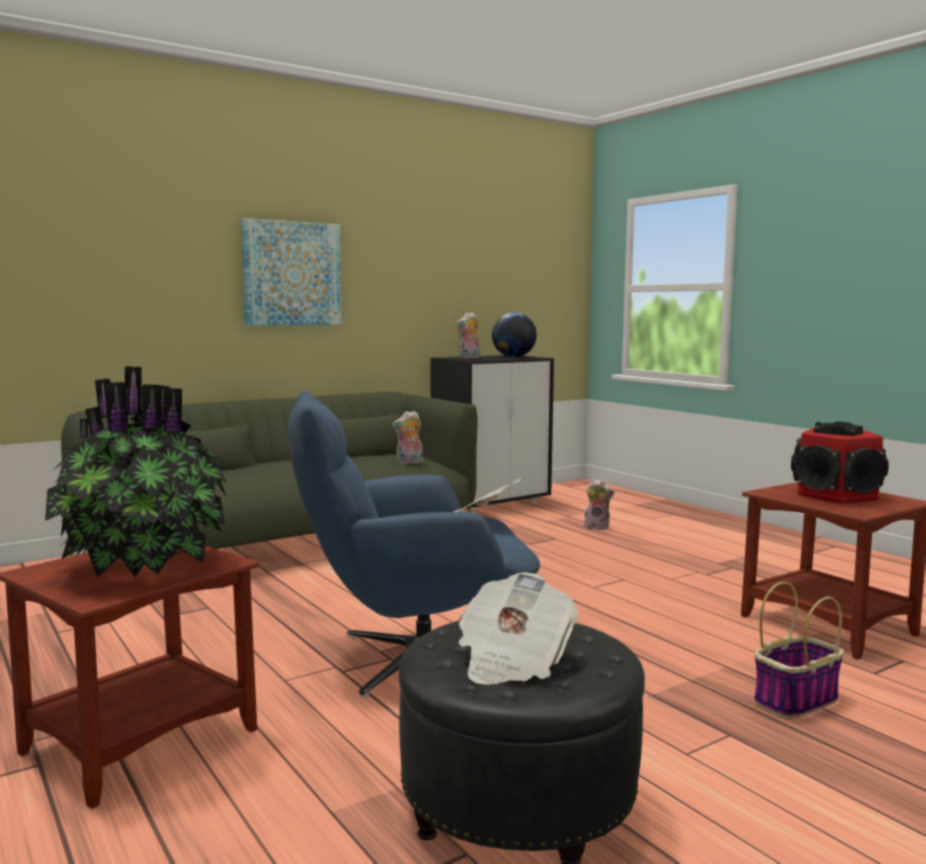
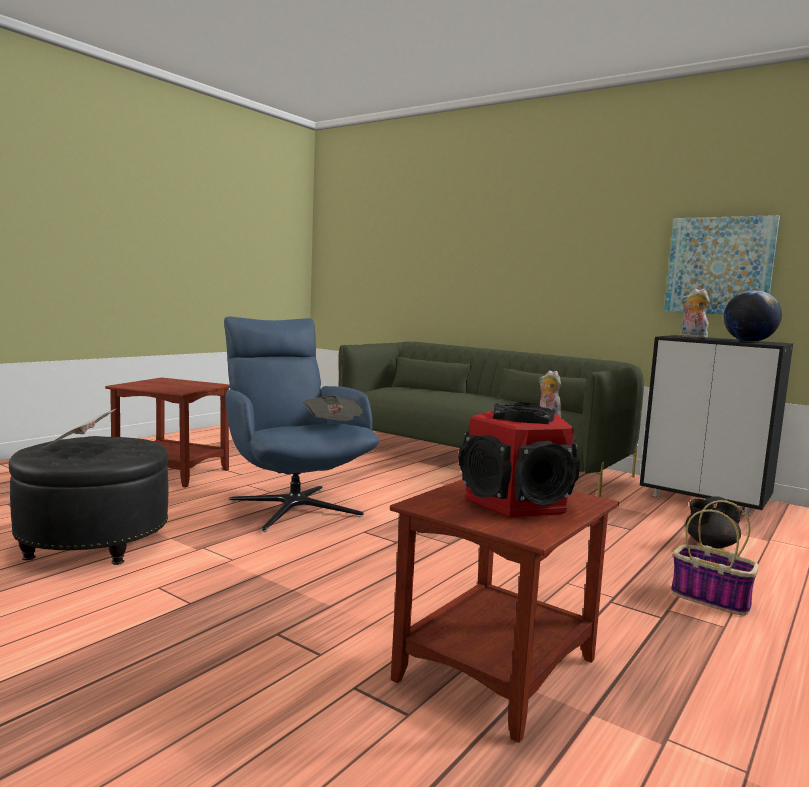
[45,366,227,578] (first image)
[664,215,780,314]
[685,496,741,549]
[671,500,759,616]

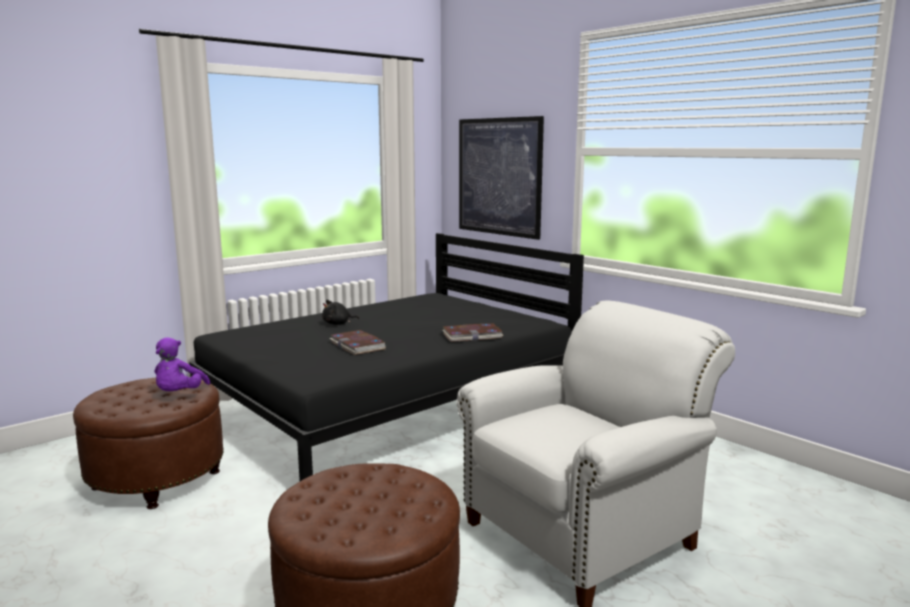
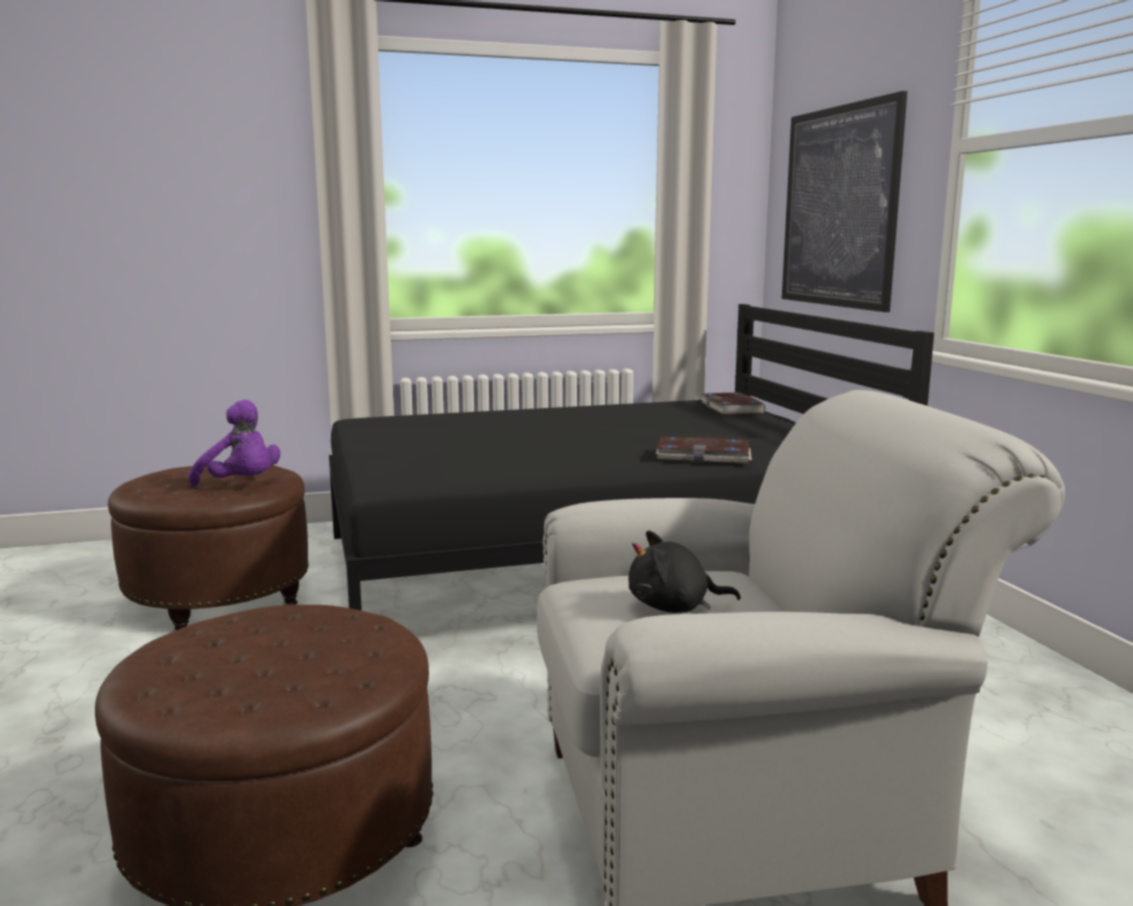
[188,400,280,486]
[628,530,741,613]
[701,392,765,414]

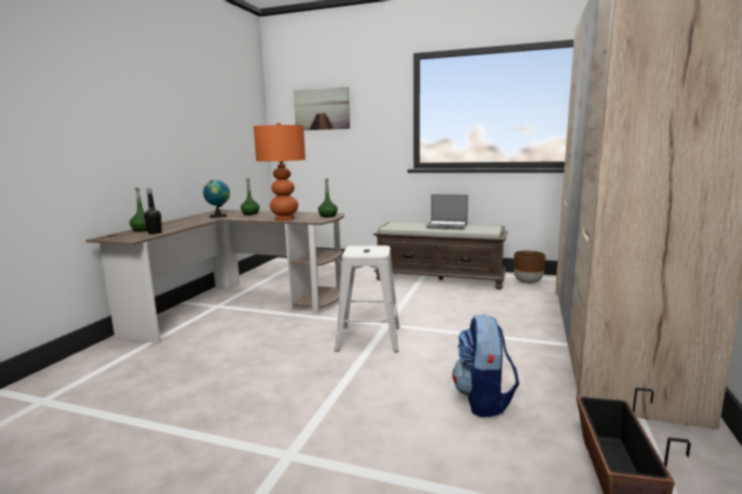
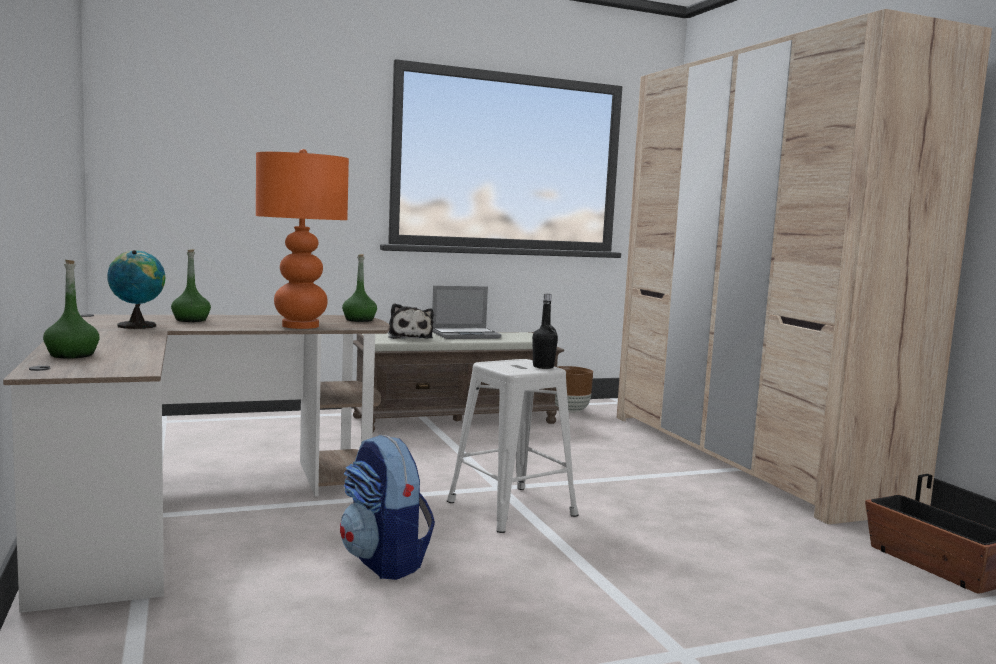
[532,294,558,369]
[293,87,350,130] (first image)
[340,435,435,580]
[388,303,434,339]

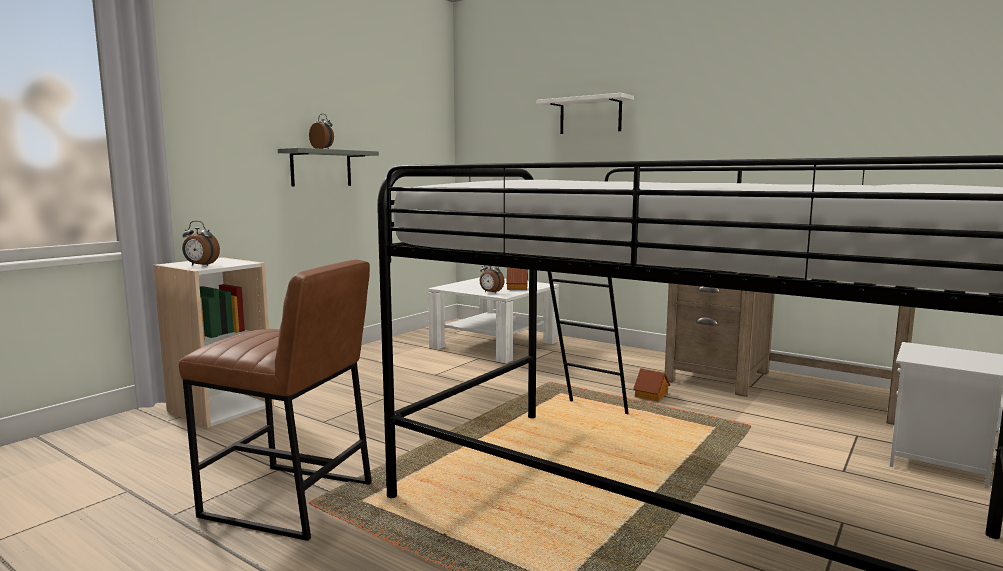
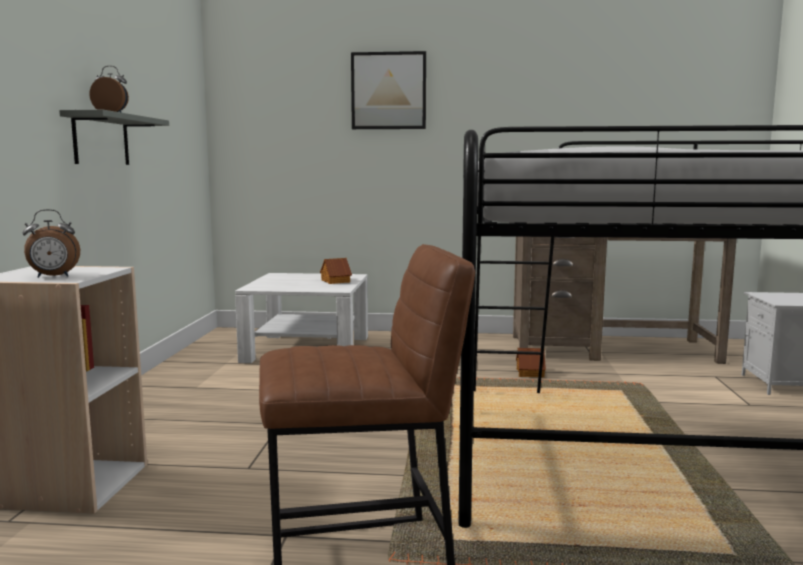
[480,266,505,293] (first image)
[351,51,426,129]

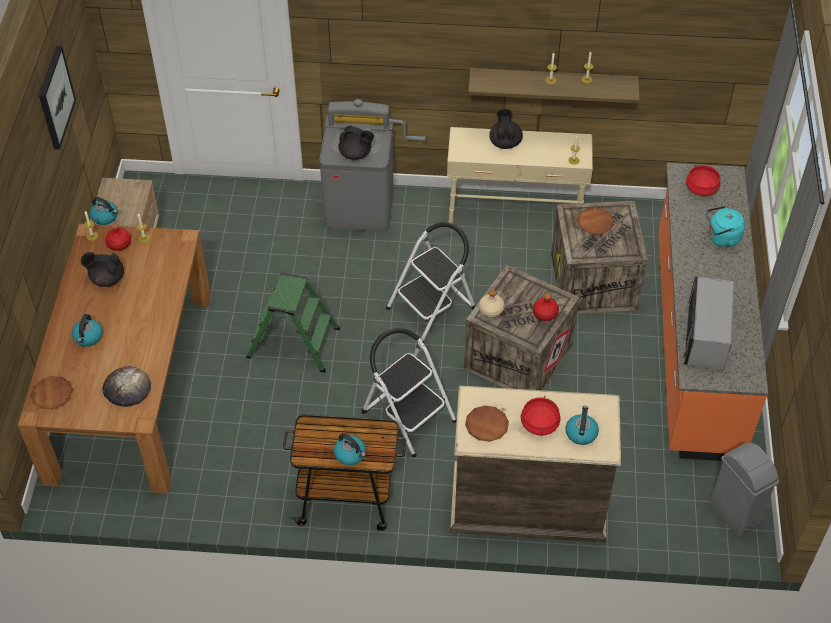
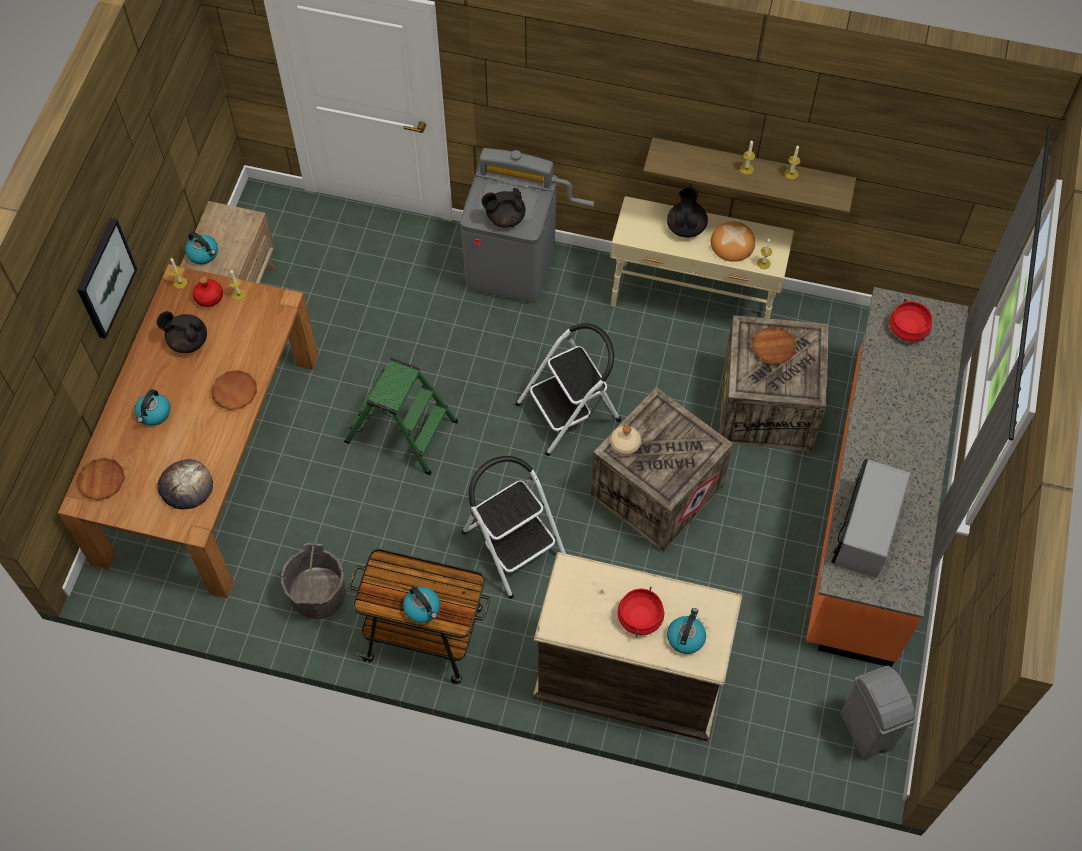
[77,218,137,339]
[481,188,526,228]
[211,370,257,410]
[533,293,559,321] (first image)
[706,206,745,247] (first image)
[281,543,346,619]
[711,221,755,262]

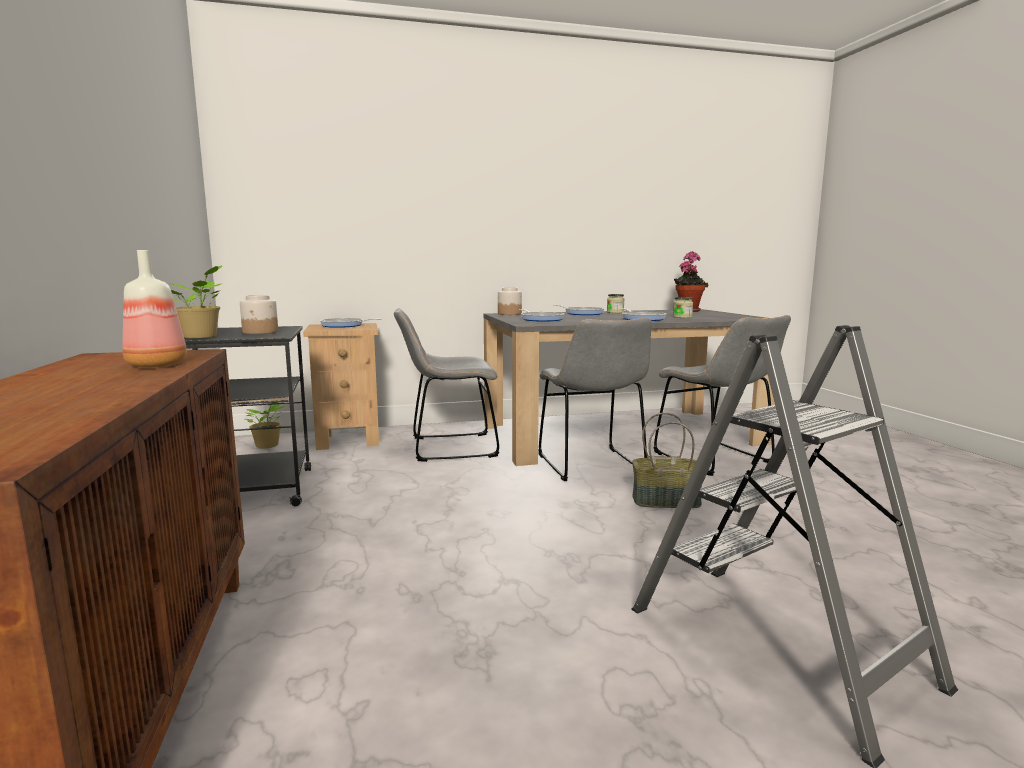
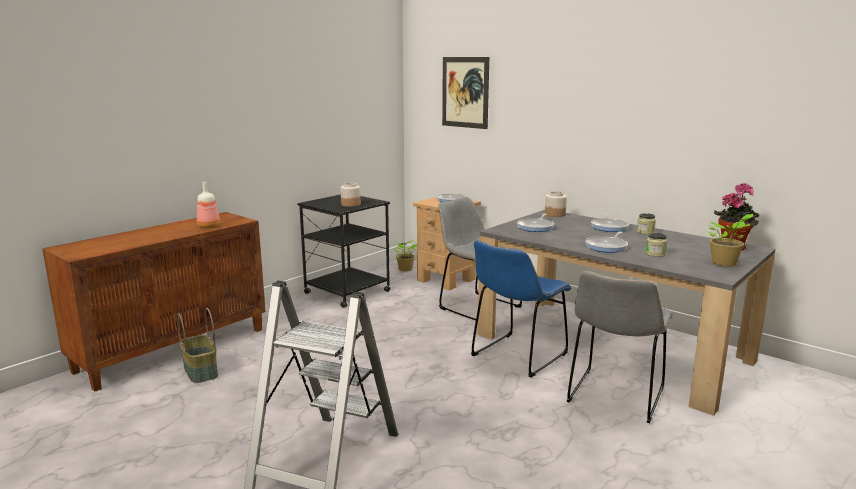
[708,214,753,267]
[471,240,571,377]
[177,308,218,383]
[442,57,489,129]

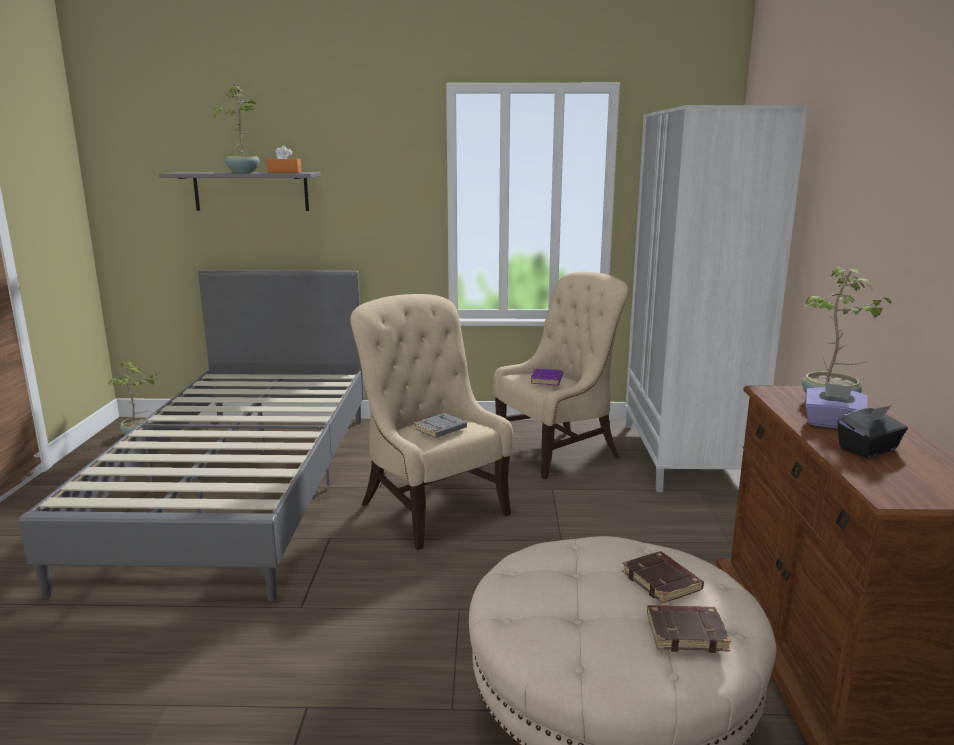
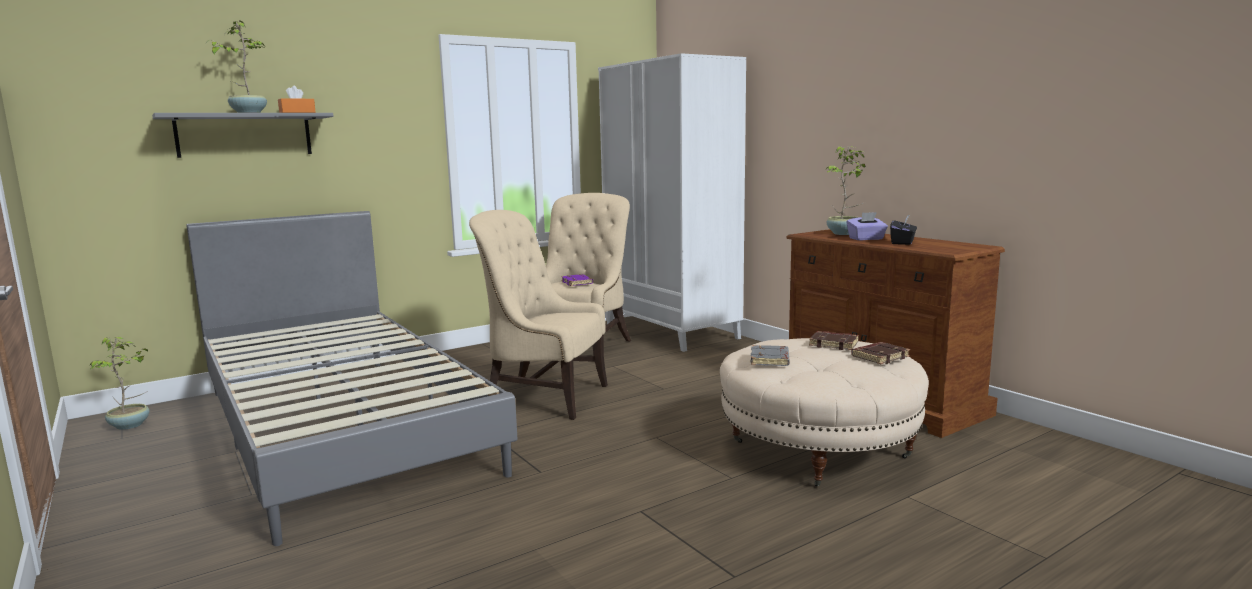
[750,345,789,366]

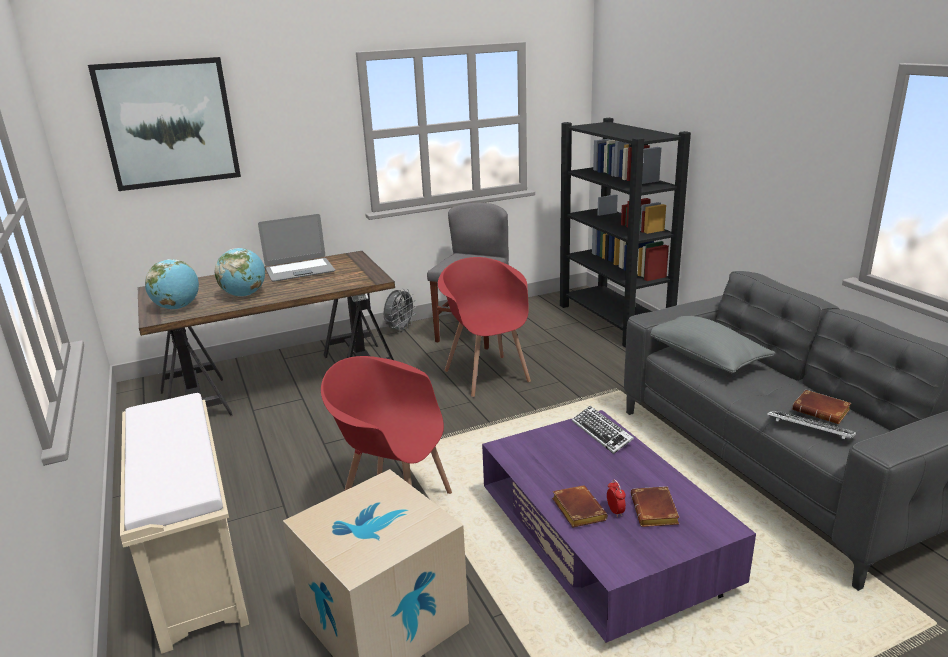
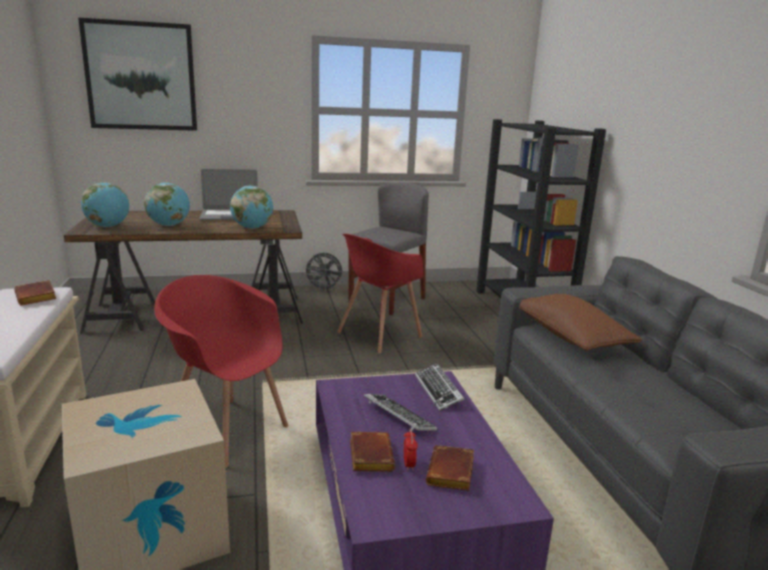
[303,253,343,292]
[337,234,424,354]
[519,294,642,351]
[364,394,437,430]
[14,280,56,306]
[230,185,273,229]

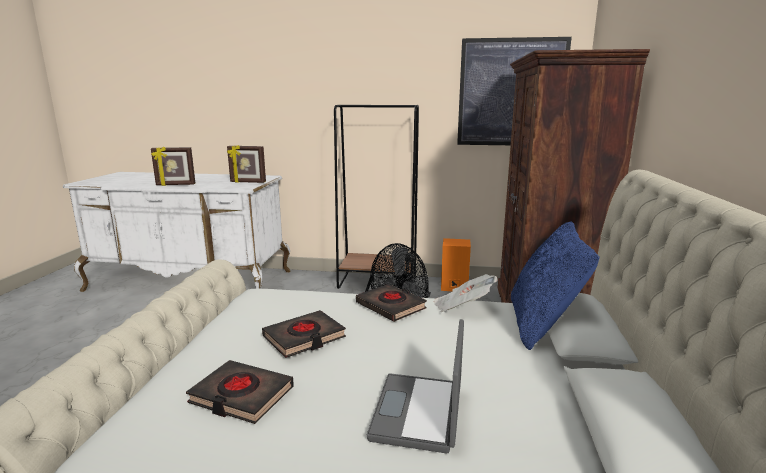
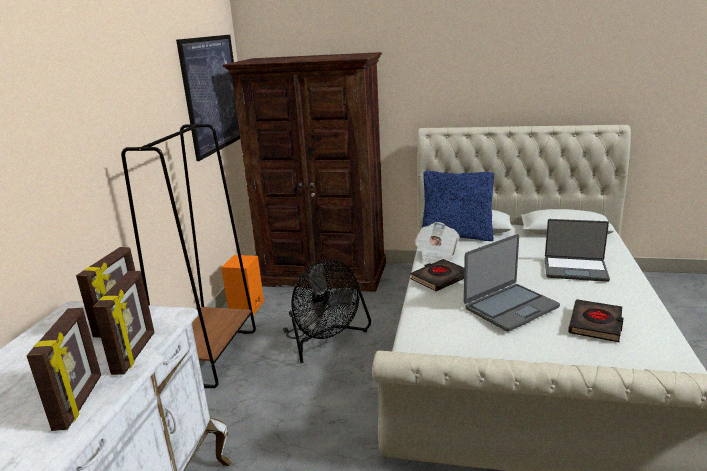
[464,234,560,332]
[93,271,155,375]

